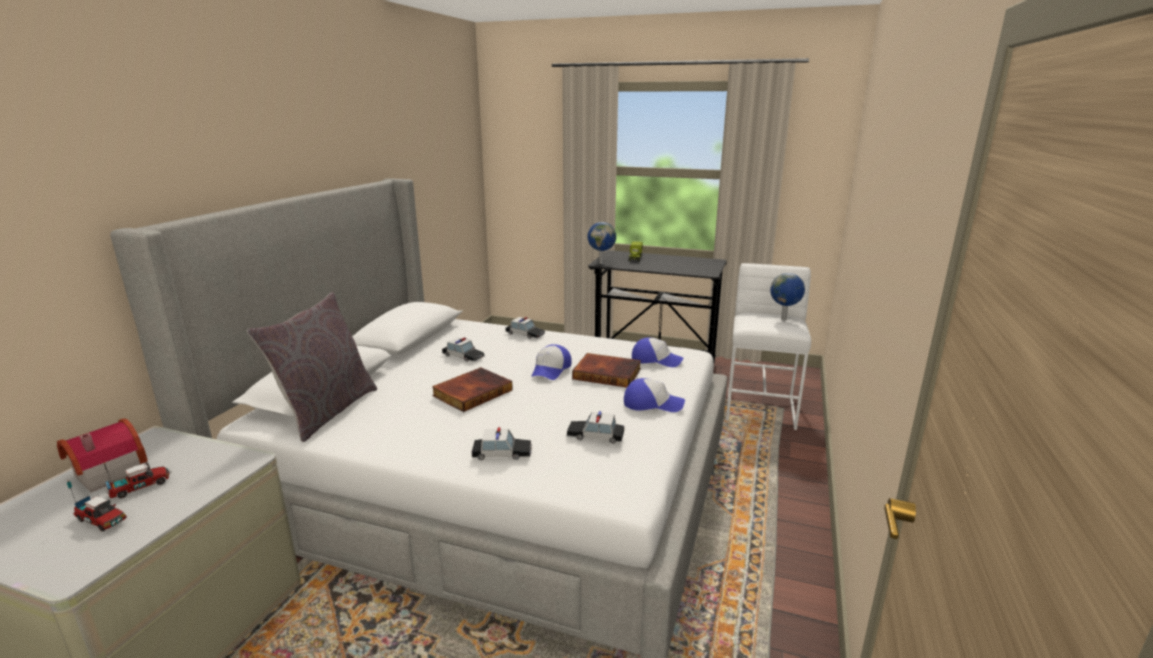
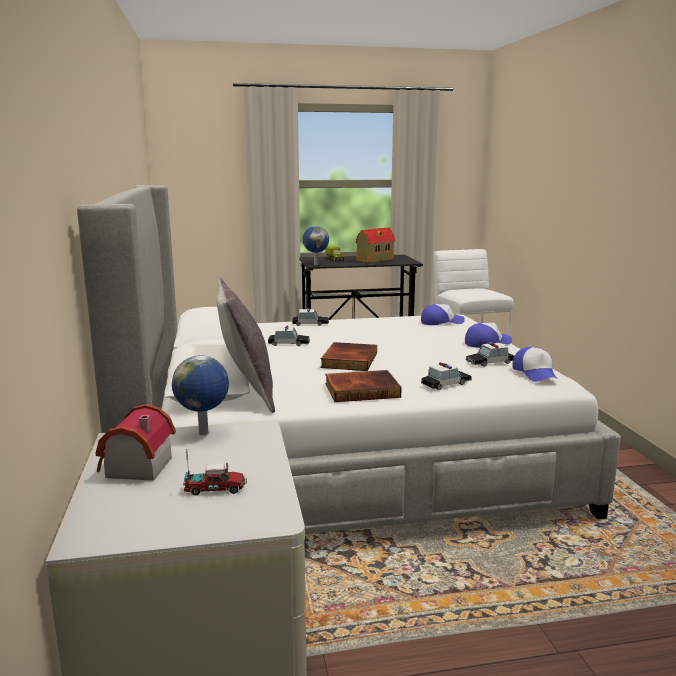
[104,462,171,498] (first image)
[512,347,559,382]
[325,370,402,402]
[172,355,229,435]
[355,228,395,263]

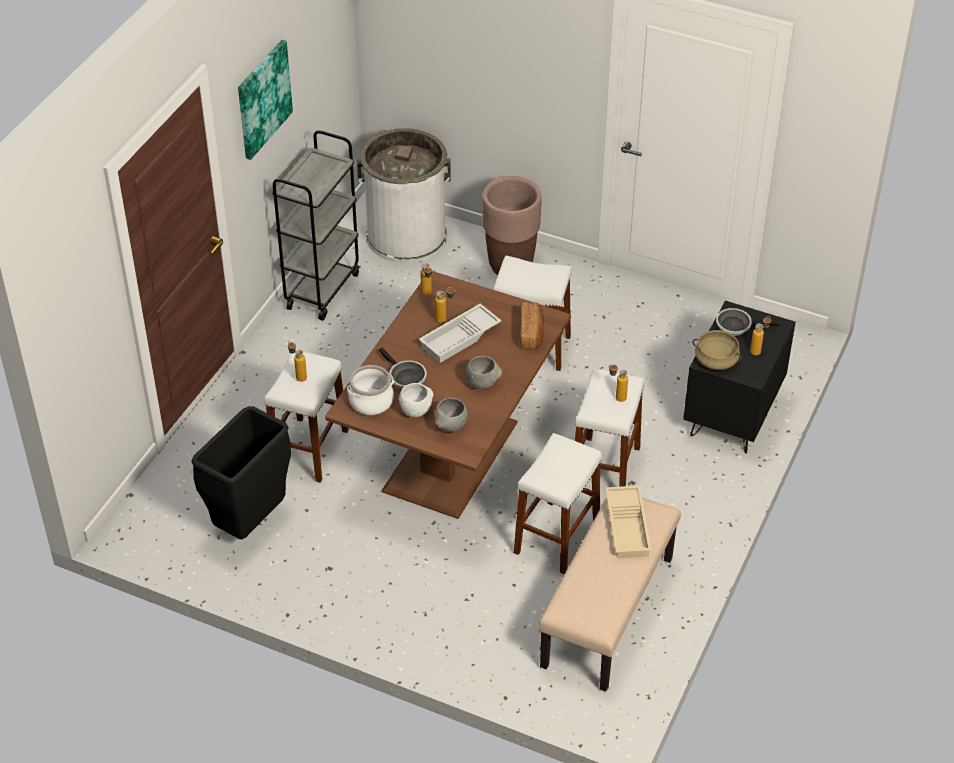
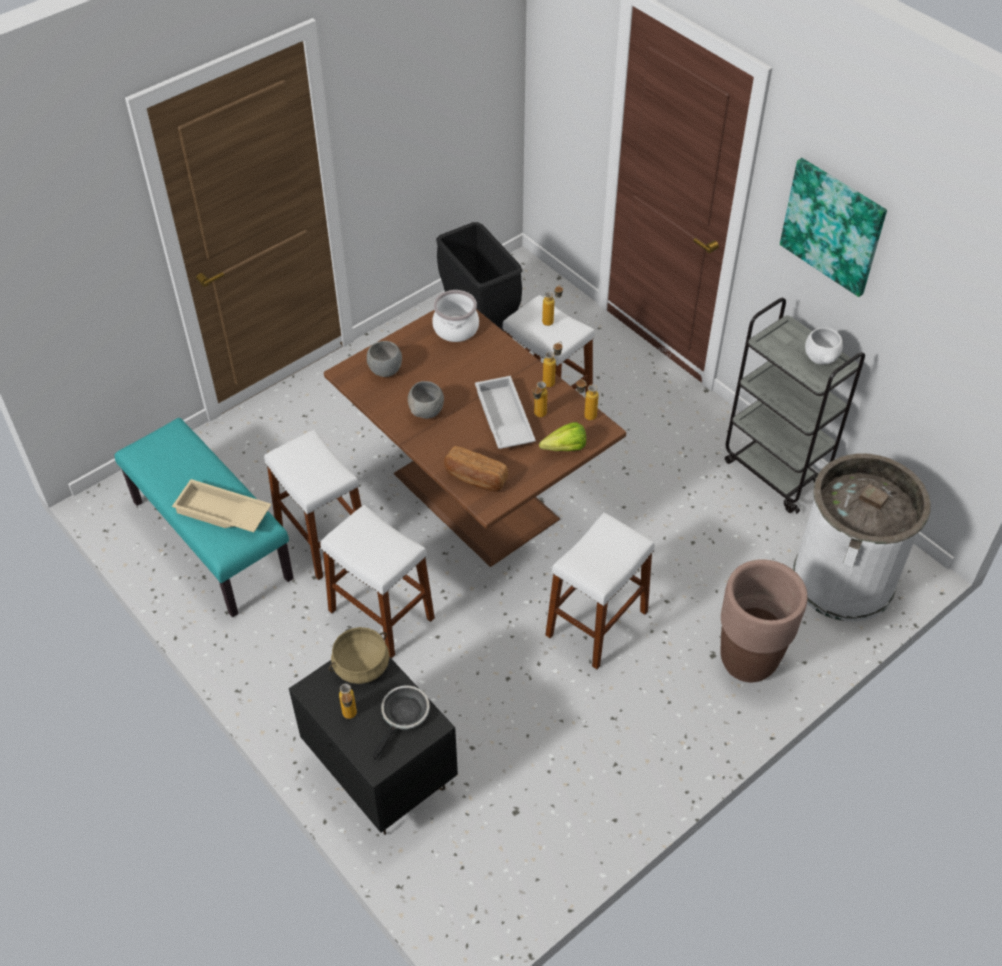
[379,348,427,389] (first image)
[805,328,843,365]
[114,418,294,617]
[543,342,562,387]
[539,422,586,451]

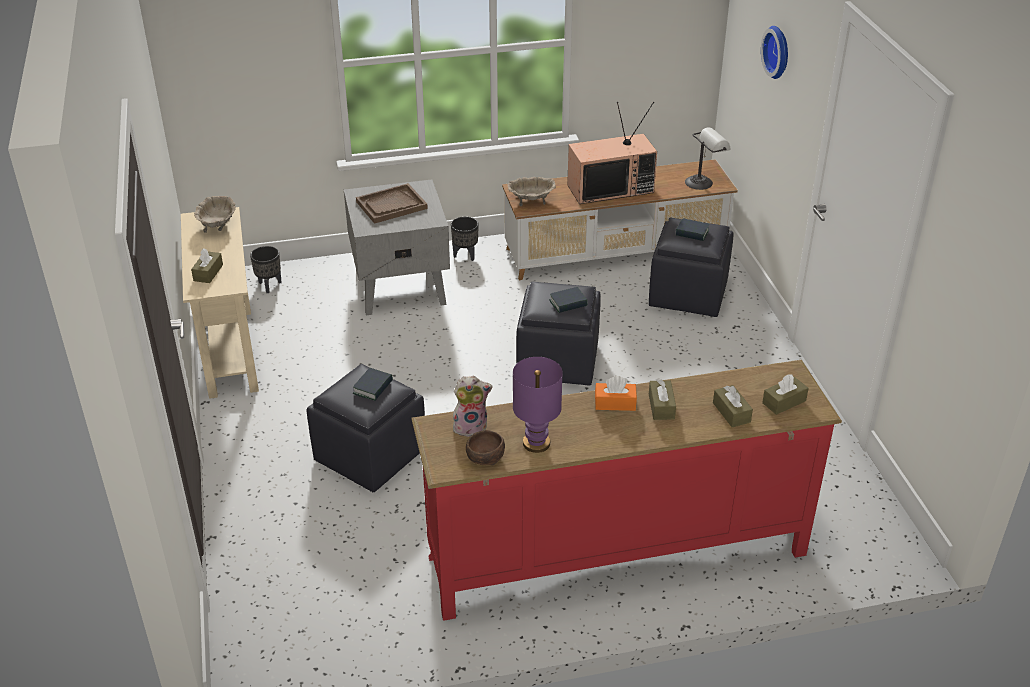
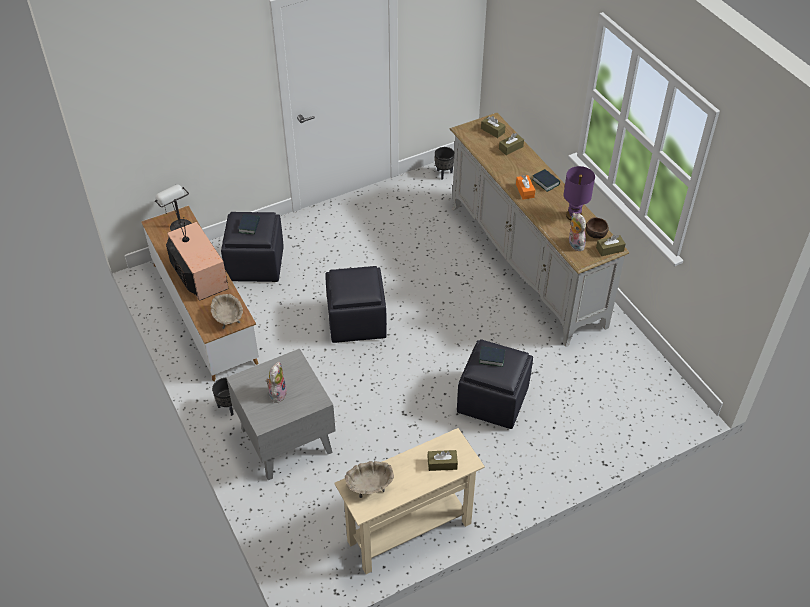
[435,147,454,180]
[266,362,287,403]
[450,113,629,347]
[532,169,560,192]
[596,235,625,256]
[761,26,788,79] (first image)

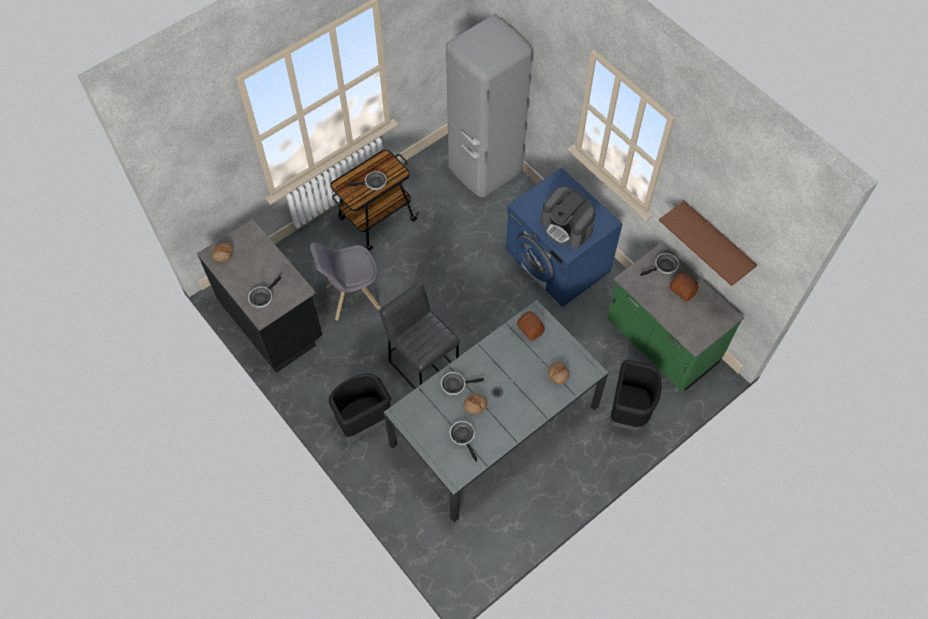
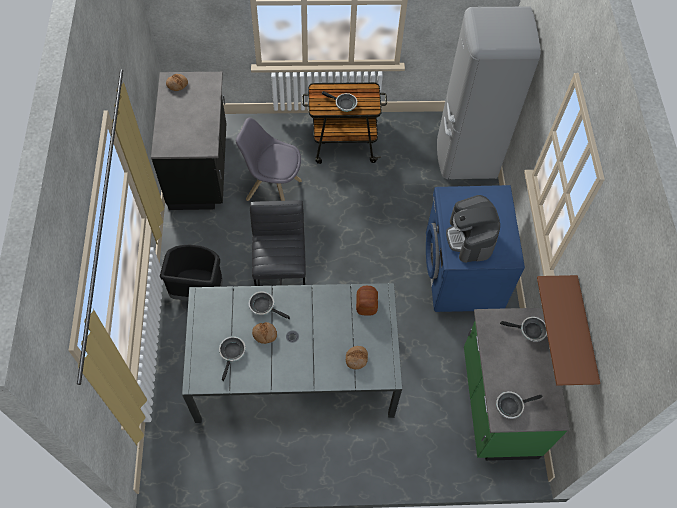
[496,391,543,419]
[610,360,662,430] (first image)
[669,273,698,301] (first image)

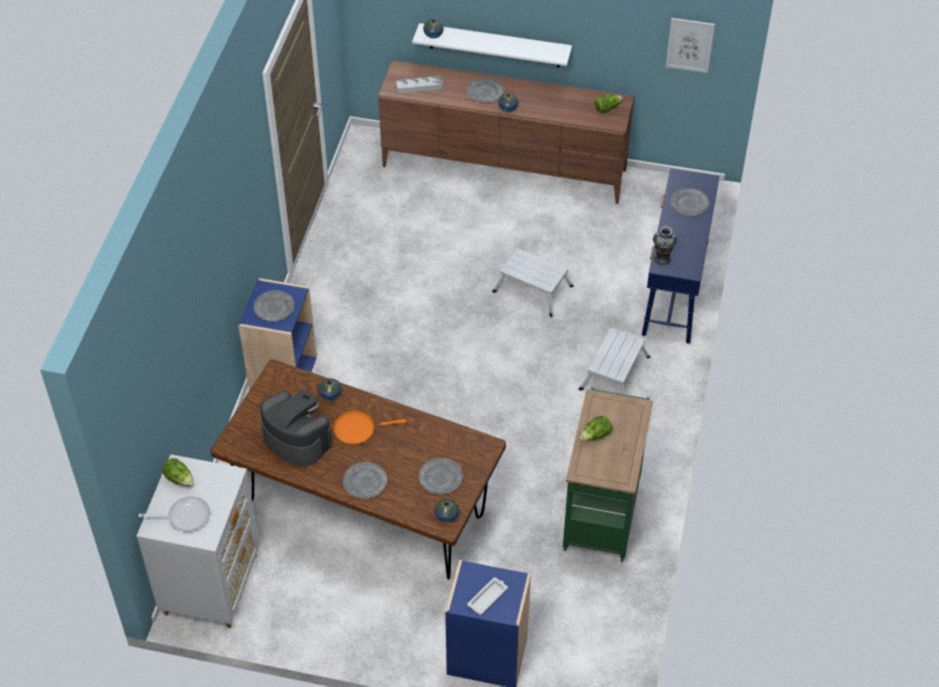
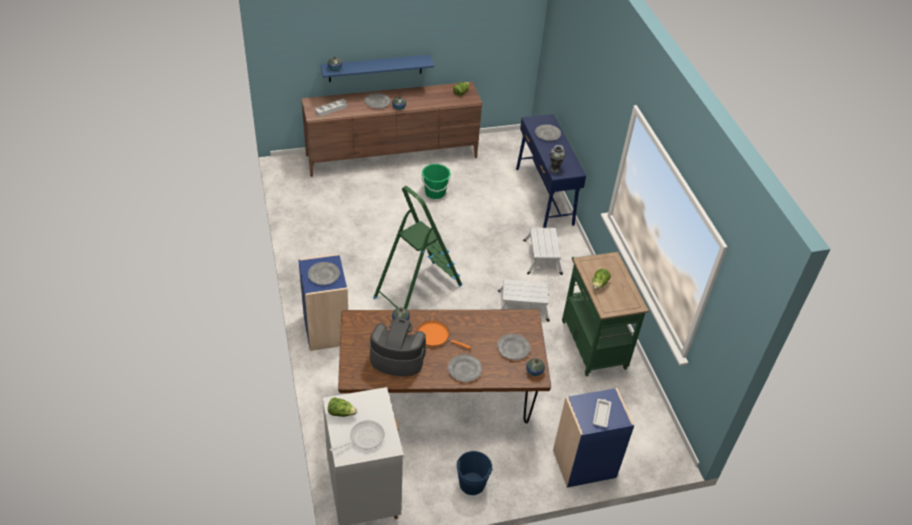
[417,321,470,349]
[320,55,434,82]
[498,279,550,322]
[666,18,715,73] (first image)
[373,186,462,309]
[422,164,451,199]
[457,451,493,495]

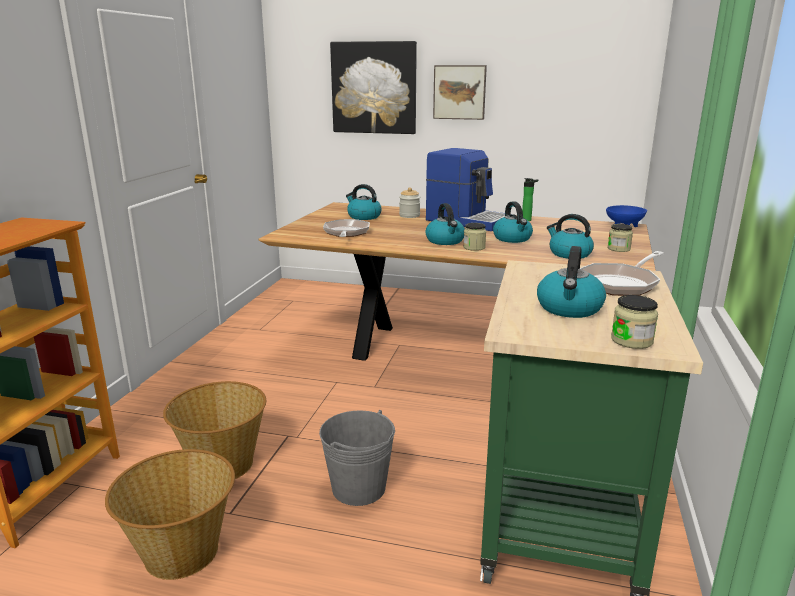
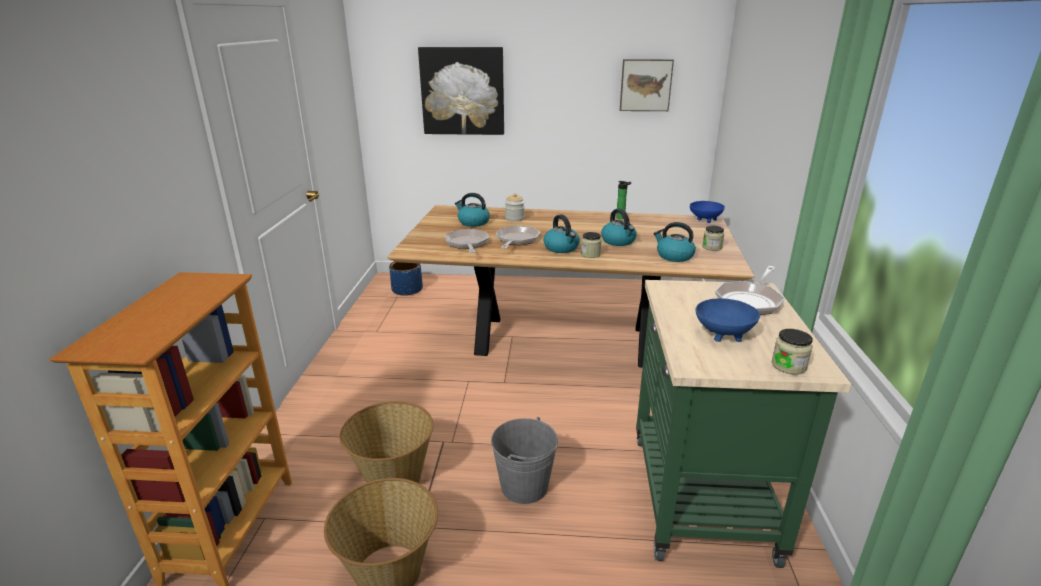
[426,148,512,231] (first image)
[620,59,674,111]
[696,299,760,342]
[389,261,423,296]
[496,225,540,249]

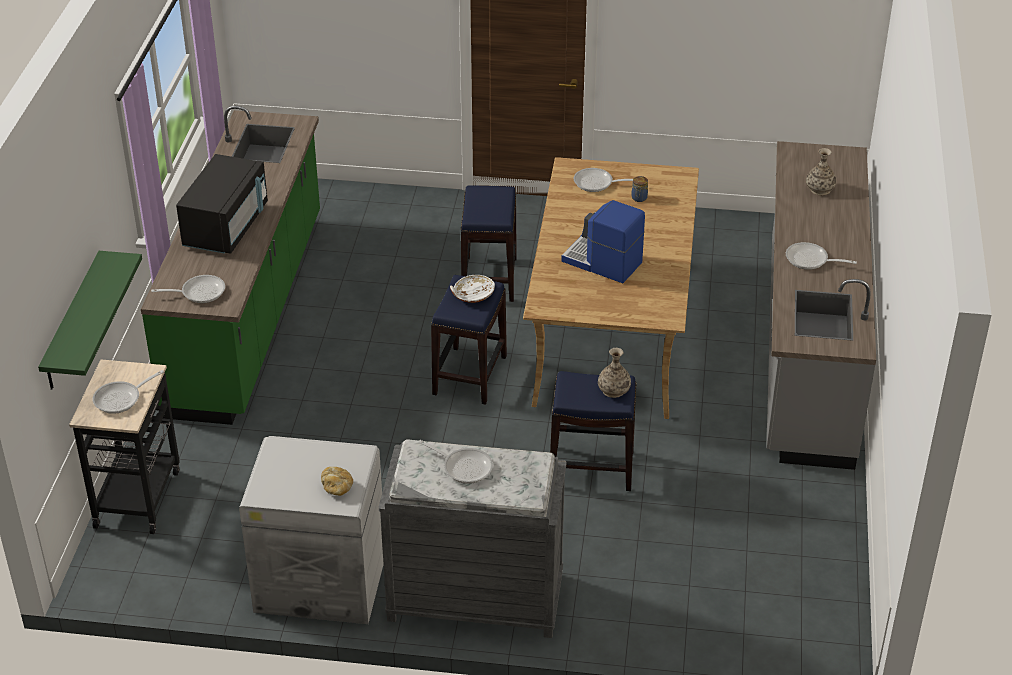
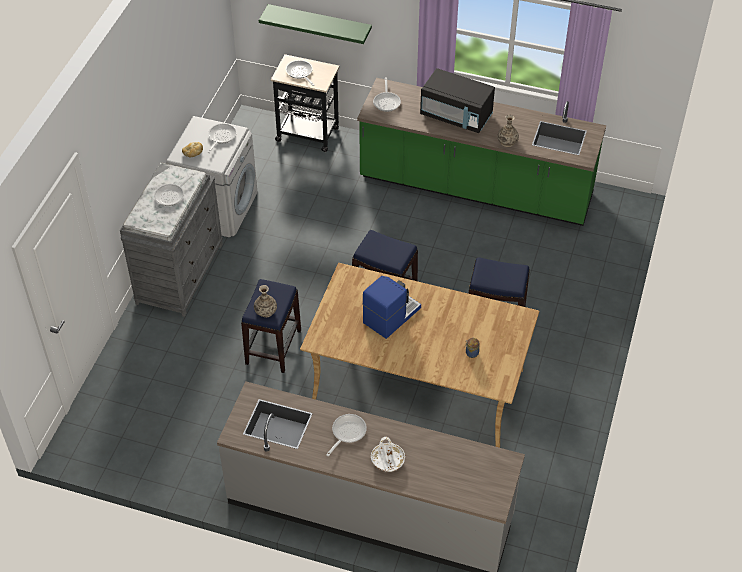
[371,437,405,472]
[207,123,237,153]
[497,115,519,147]

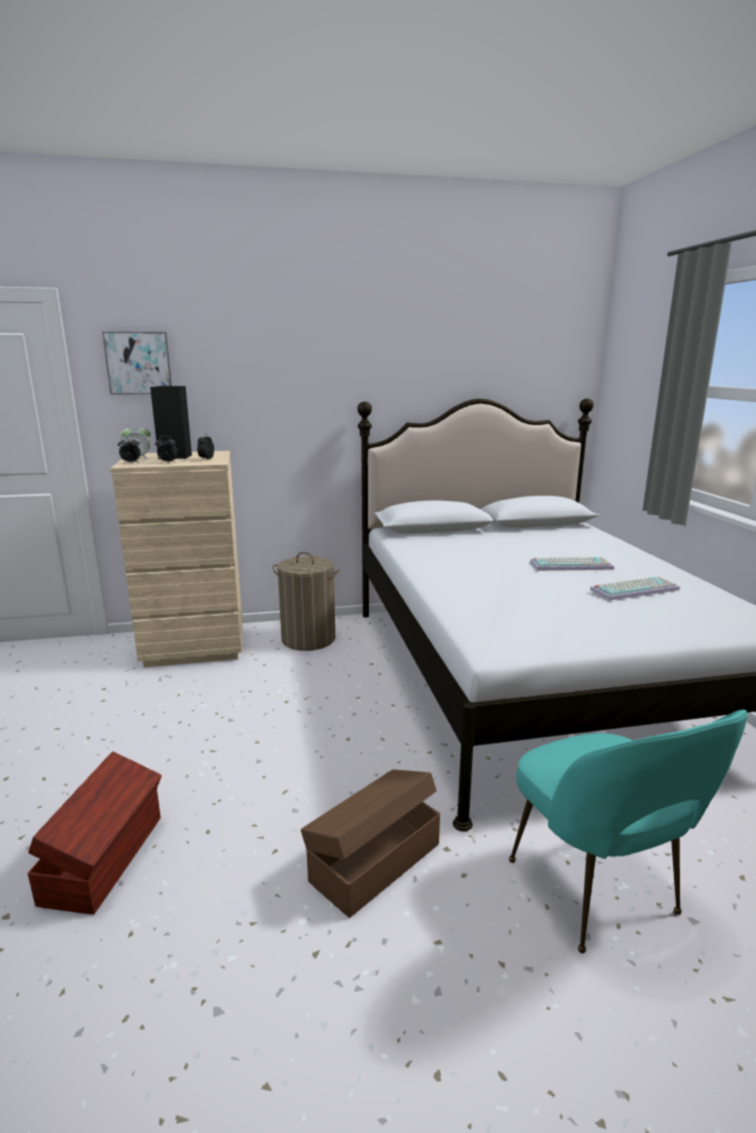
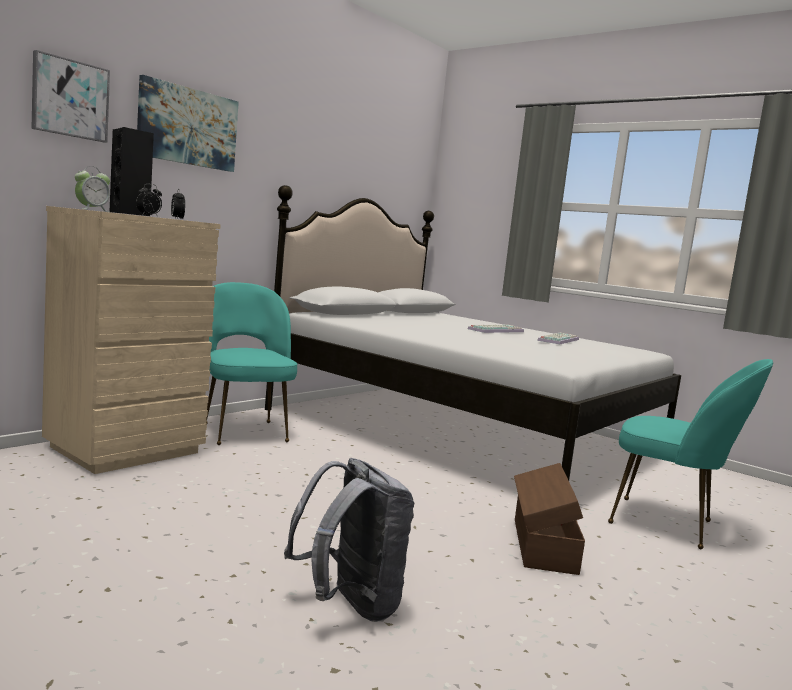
[284,458,414,622]
[118,436,141,463] (first image)
[206,282,297,445]
[137,75,239,172]

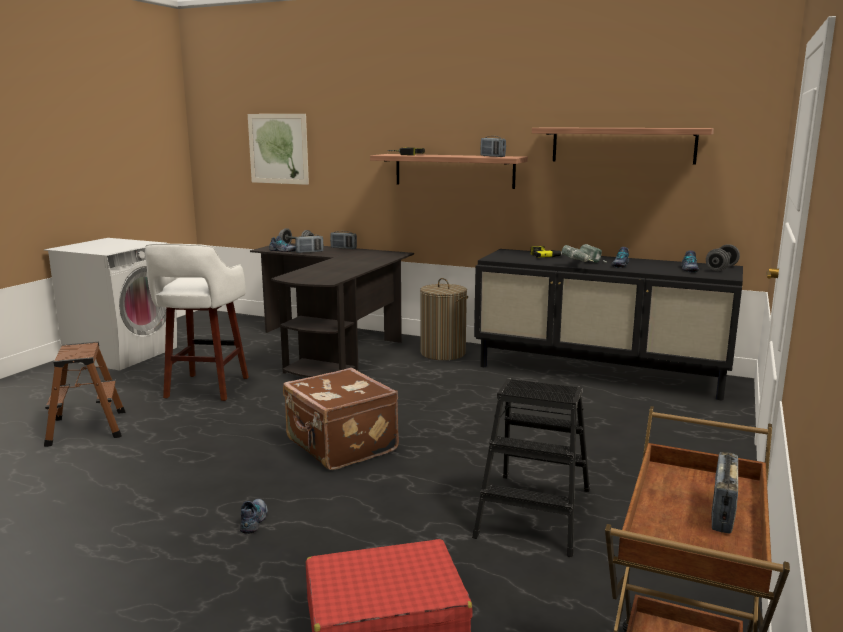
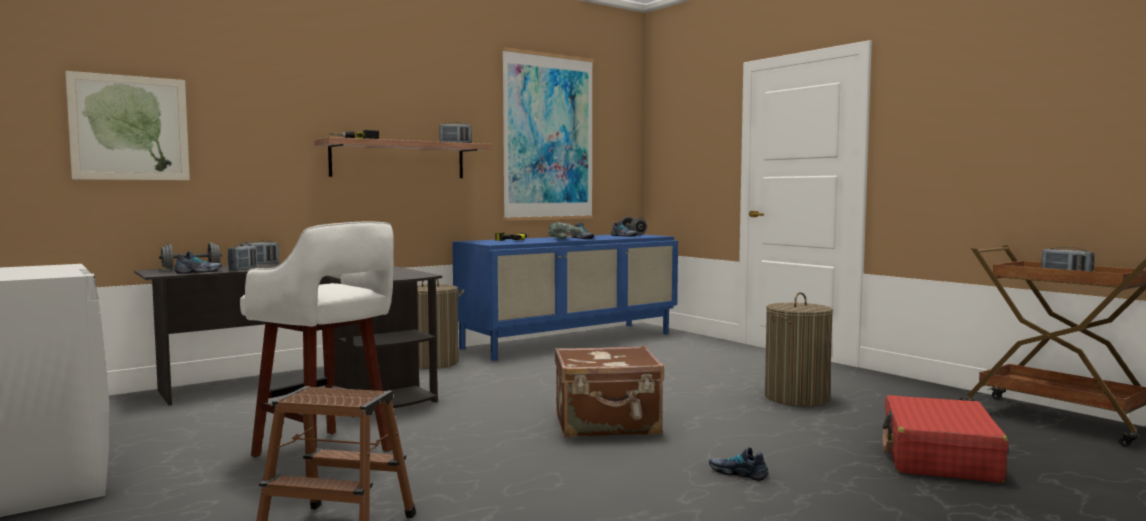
[765,292,833,406]
[452,235,678,361]
[502,47,594,221]

